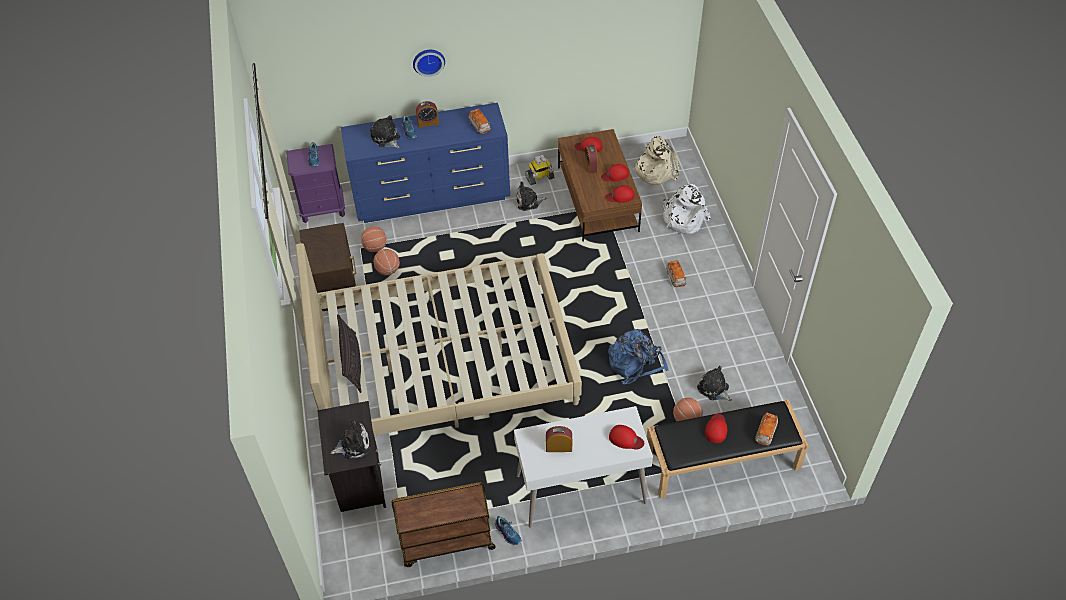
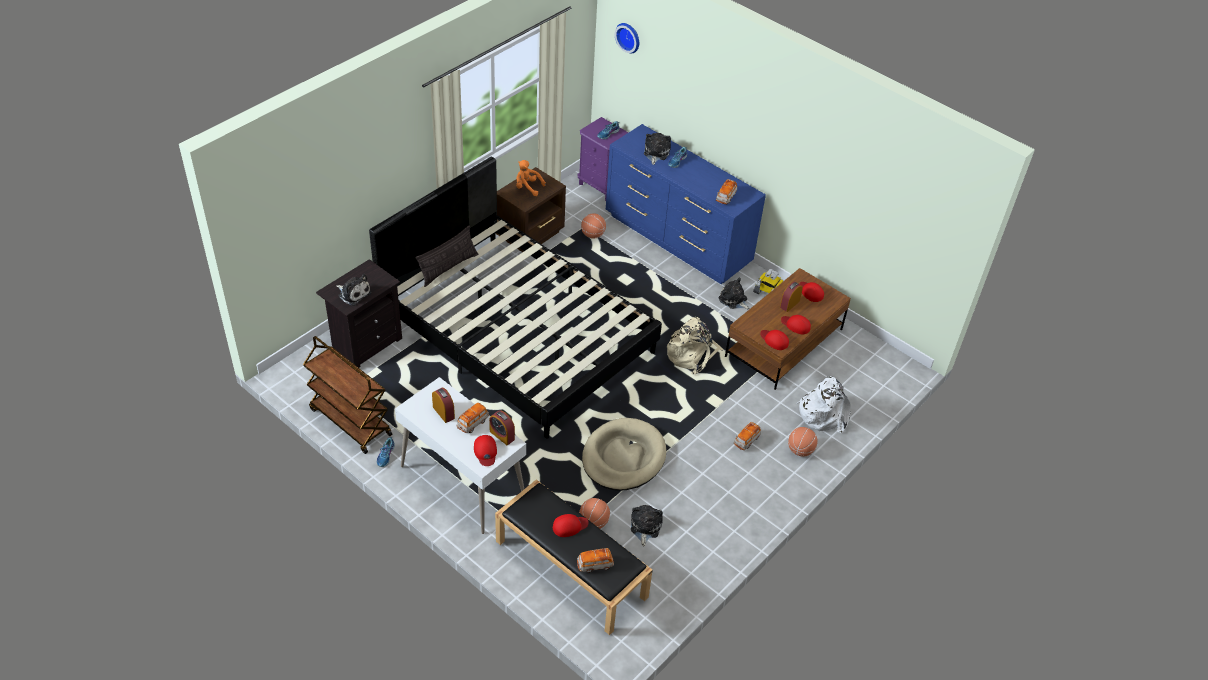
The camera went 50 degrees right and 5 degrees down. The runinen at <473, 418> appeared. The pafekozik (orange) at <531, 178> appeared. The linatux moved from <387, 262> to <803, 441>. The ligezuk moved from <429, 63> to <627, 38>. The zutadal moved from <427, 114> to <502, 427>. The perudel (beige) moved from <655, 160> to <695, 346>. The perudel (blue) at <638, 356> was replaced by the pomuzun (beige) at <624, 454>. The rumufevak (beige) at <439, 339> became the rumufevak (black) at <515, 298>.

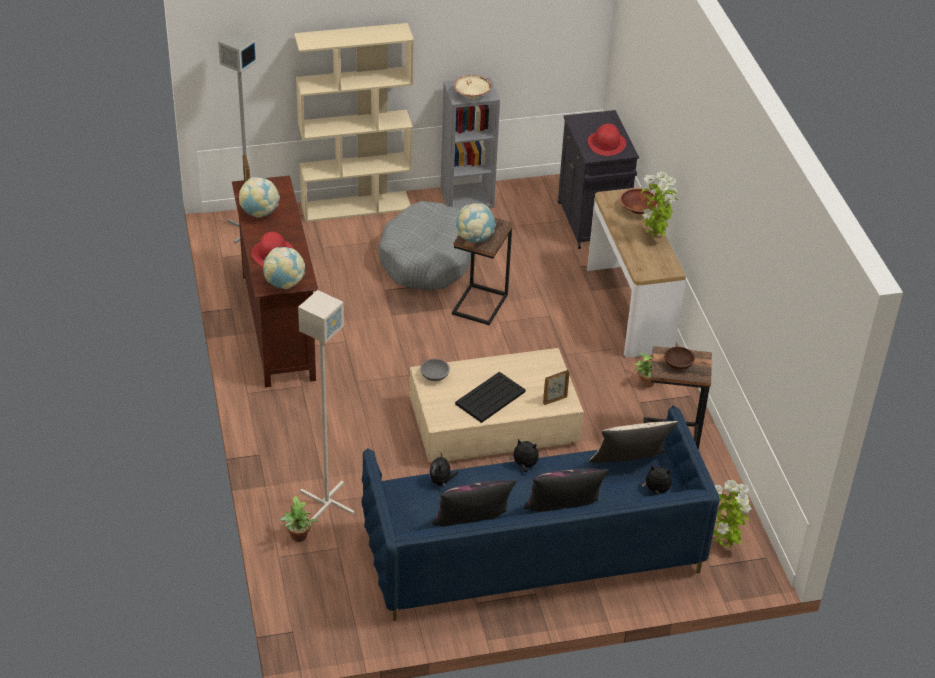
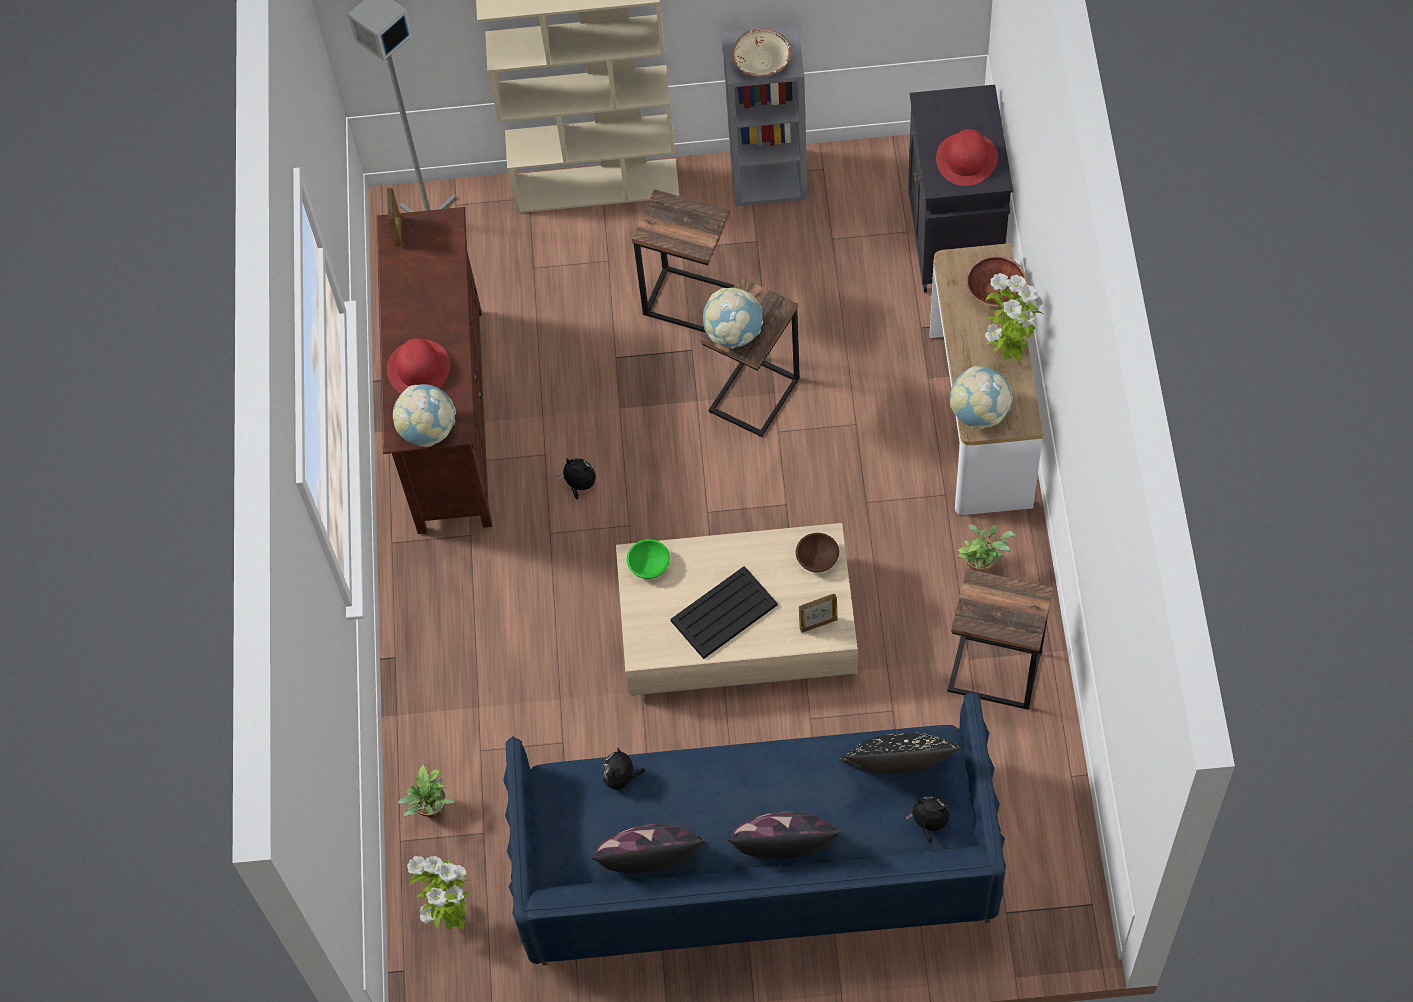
The camera went 15 degrees right and 20 degrees up. The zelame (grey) at <326, 406> disappeared. The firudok moved from <259, 197> to <981, 397>. The pafekozik moved from <524, 455> to <577, 478>. The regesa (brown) moved from <679, 358> to <817, 553>. The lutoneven moved from <732, 513> to <438, 892>. The pomuzun (grey) at <424, 245> was replaced by the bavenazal at <683, 260>. The regesa (grey) at <435, 370> became the regesa (green) at <648, 559>. The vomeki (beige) at <633, 442> became the vomeki (black) at <900, 753>.

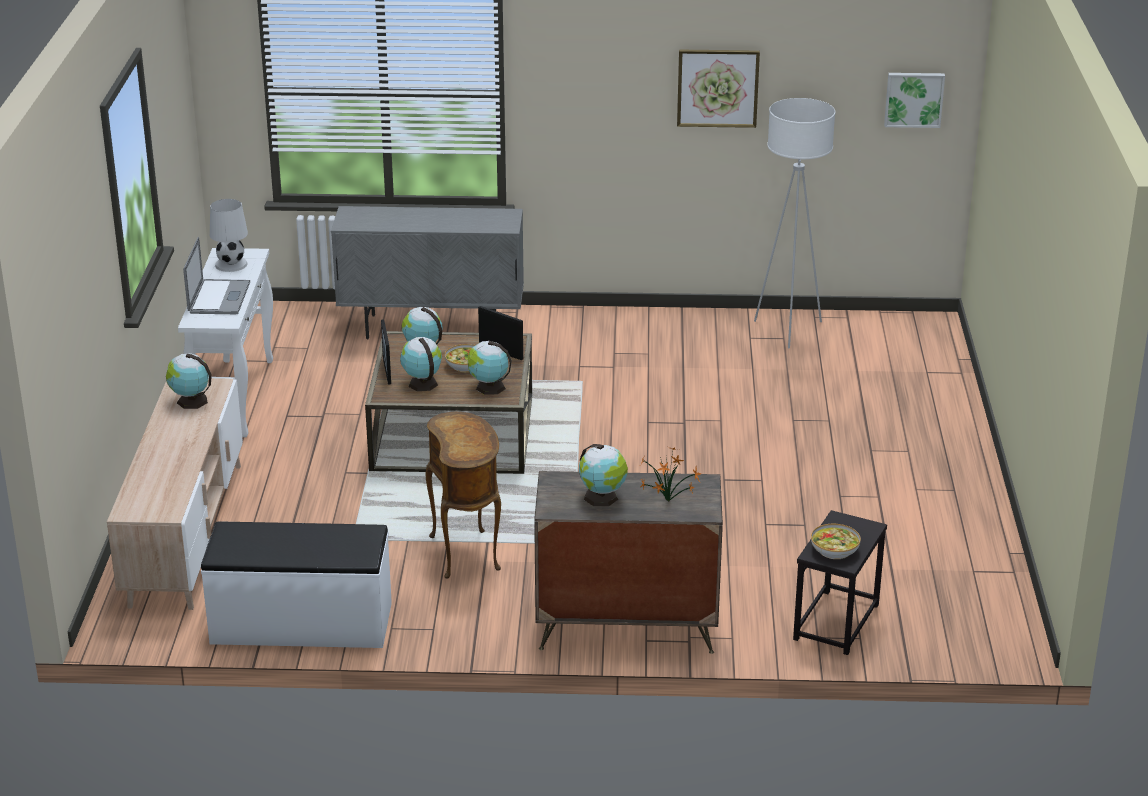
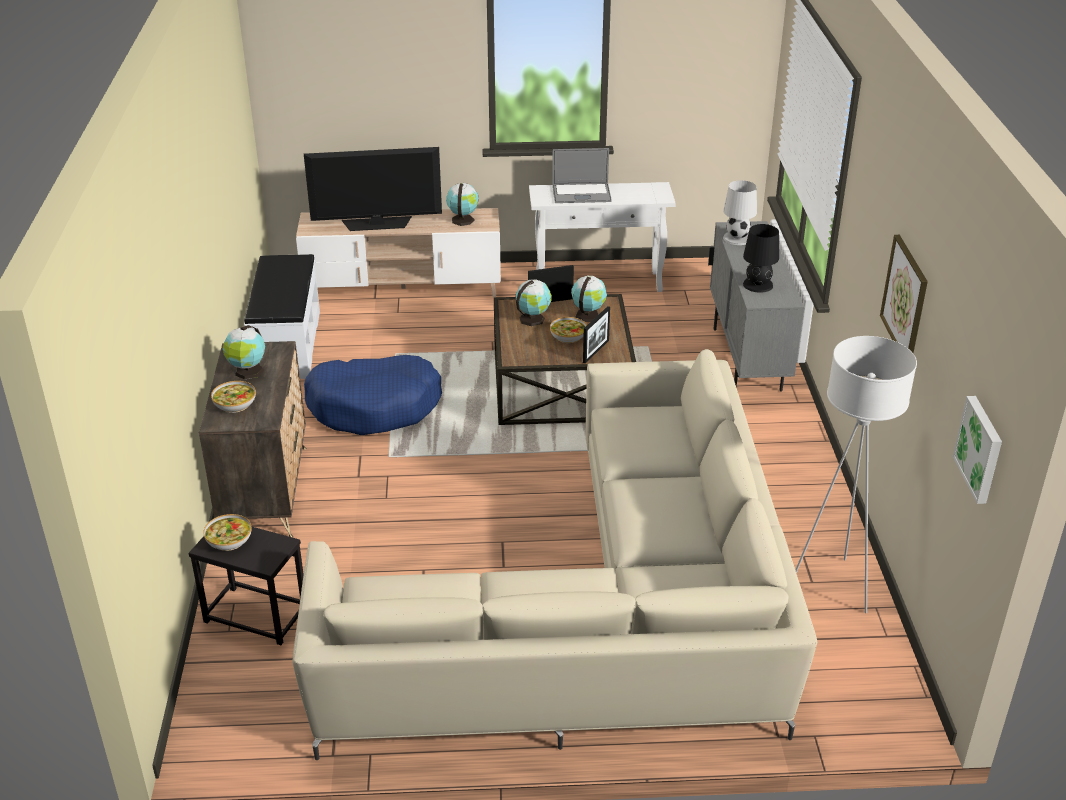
The camera went 85 degrees right and 5 degrees up. The firudok at <490, 368> disappeared. The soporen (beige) at <554, 554> appeared. The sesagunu at <373, 189> appeared. The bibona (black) at <761, 258> appeared. The bibona (white) moved from <229, 235> to <740, 212>. The bavenazal (brown) at <463, 495> was replaced by the pomuzun (blue) at <373, 395>. The lutoneven at <671, 474> was replaced by the regesa at <233, 397>.

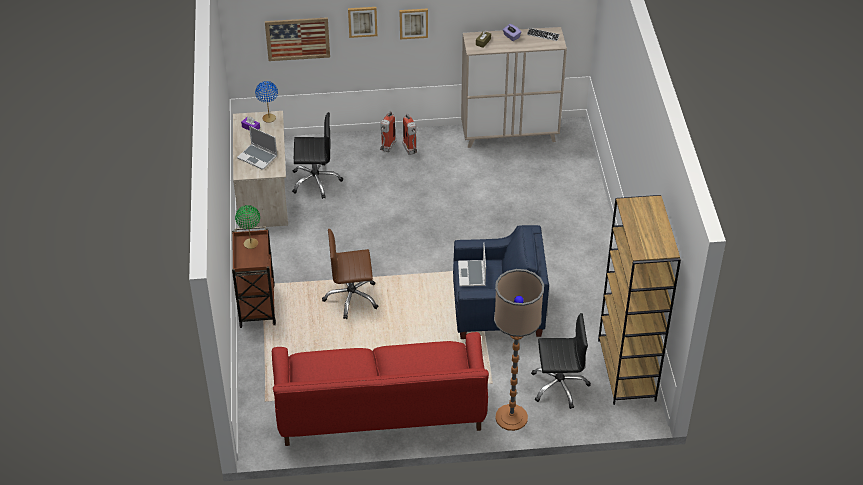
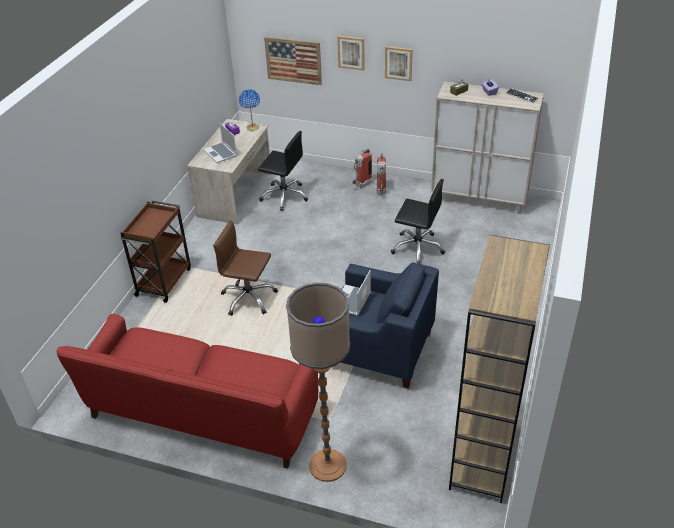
The camera went 25 degrees right and 5 degrees down. The bibona (green) at <247, 227> disappeared. The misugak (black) moved from <561, 361> to <418, 221>.

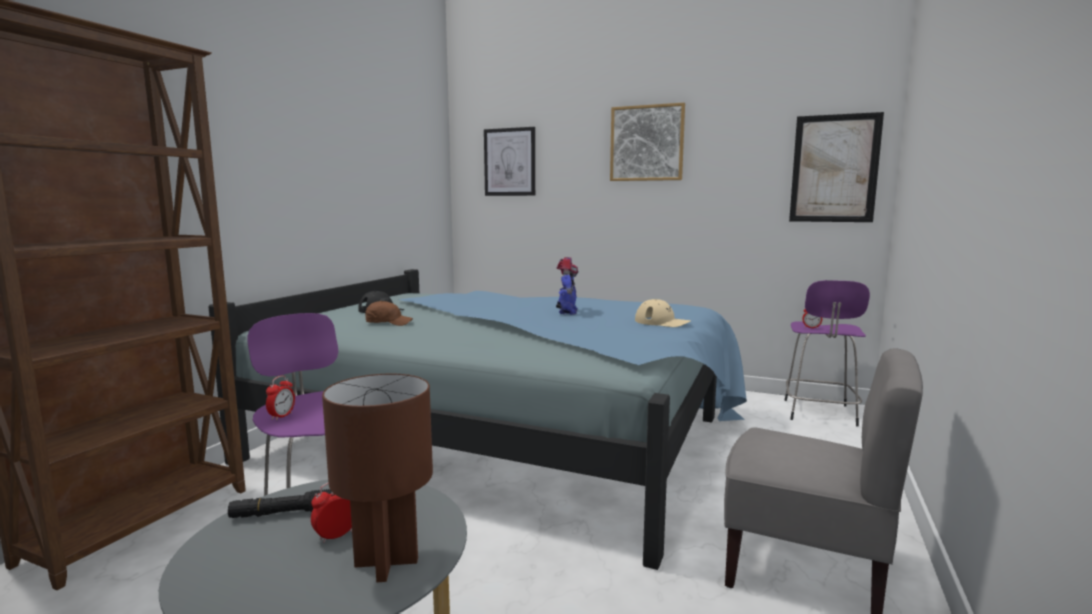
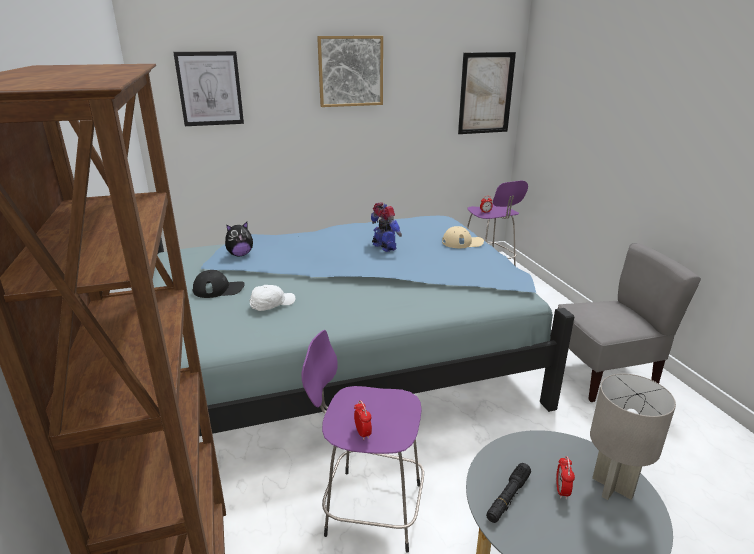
The camera went 40 degrees left and 15 degrees up. The pafekozik at <239, 239> appeared. The bibona (brown) at <377, 478> became the bibona (grey) at <633, 437>. The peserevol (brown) at <389, 313> became the peserevol (white) at <272, 298>.

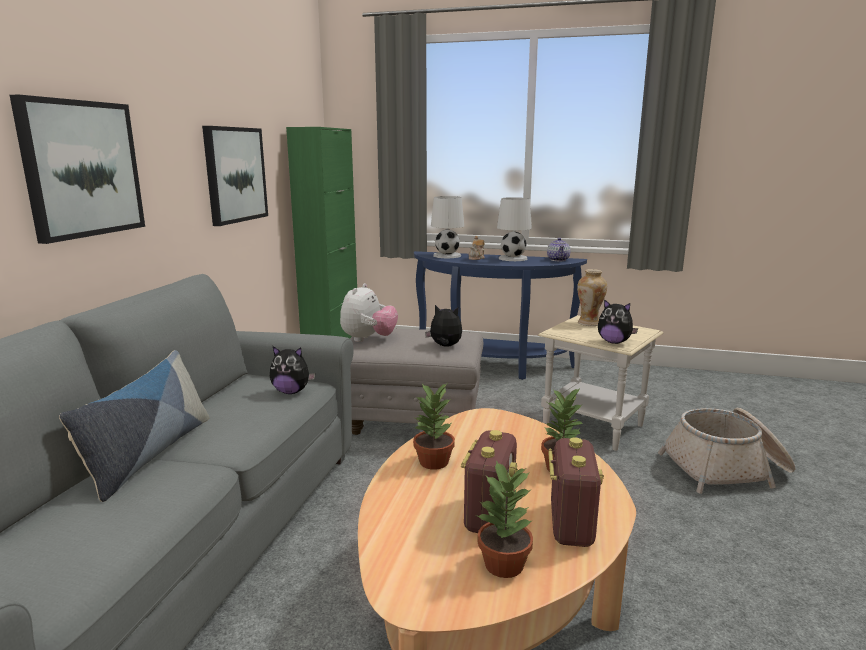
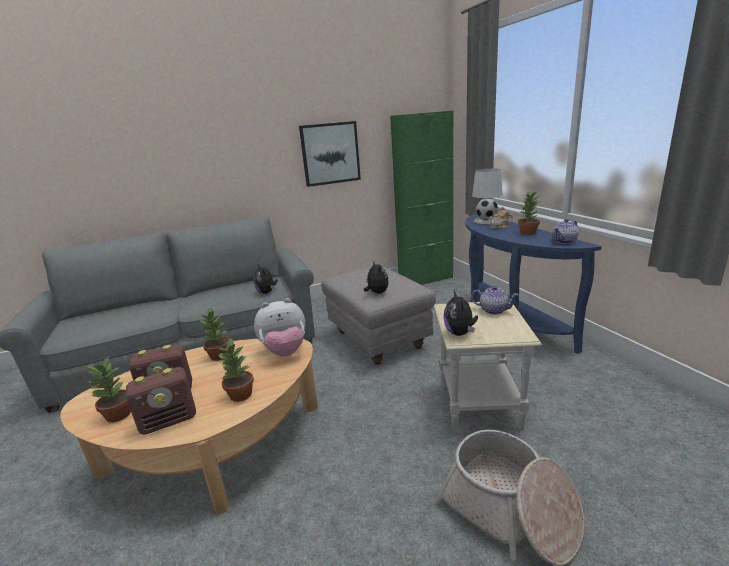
The camera went 55 degrees right and 5 degrees up. The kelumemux at <77, 169> disappeared. The vomeki at <134, 426> disappeared. The pafekozik moved from <369, 312> to <279, 327>. The bibona (white) at <514, 229> was replaced by the lutoneven at <529, 213>. The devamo at <592, 297> was replaced by the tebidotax at <495, 300>.

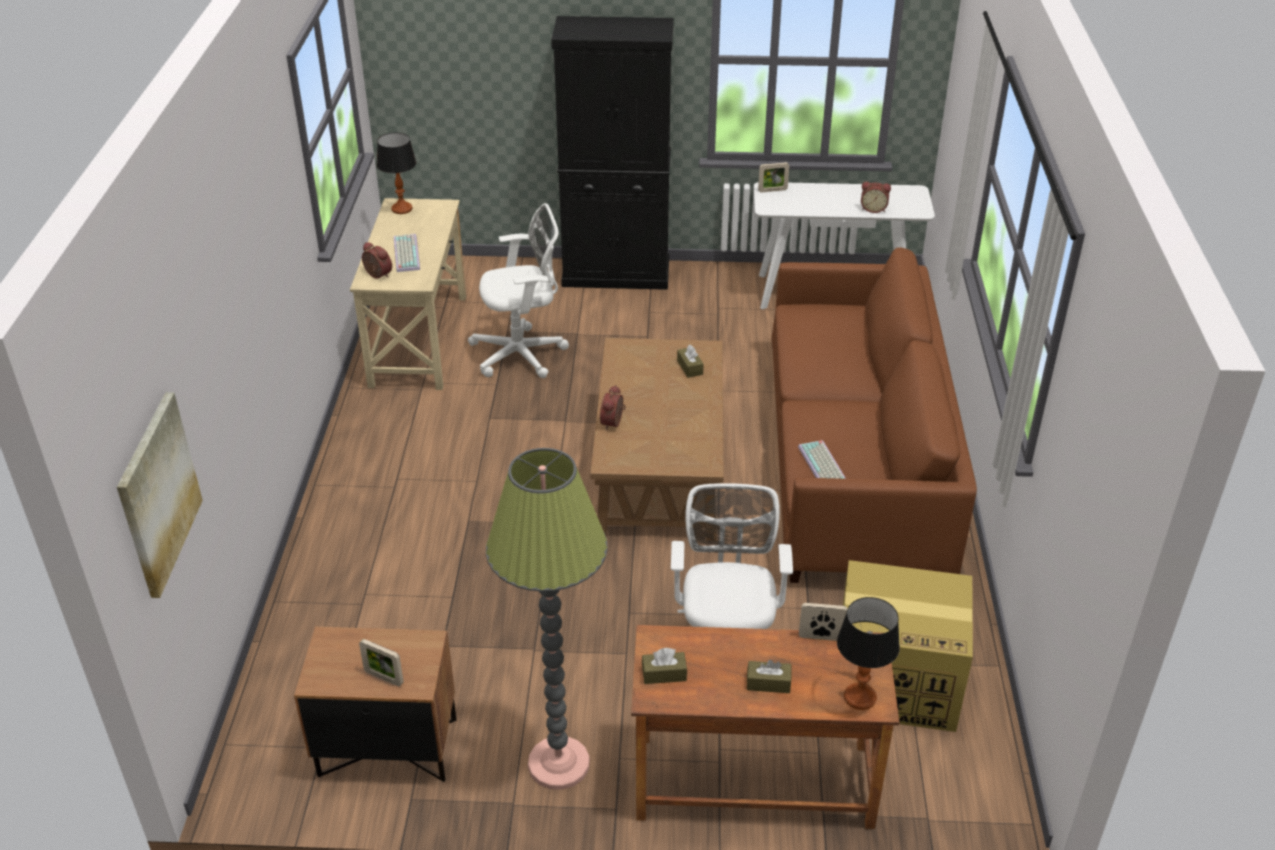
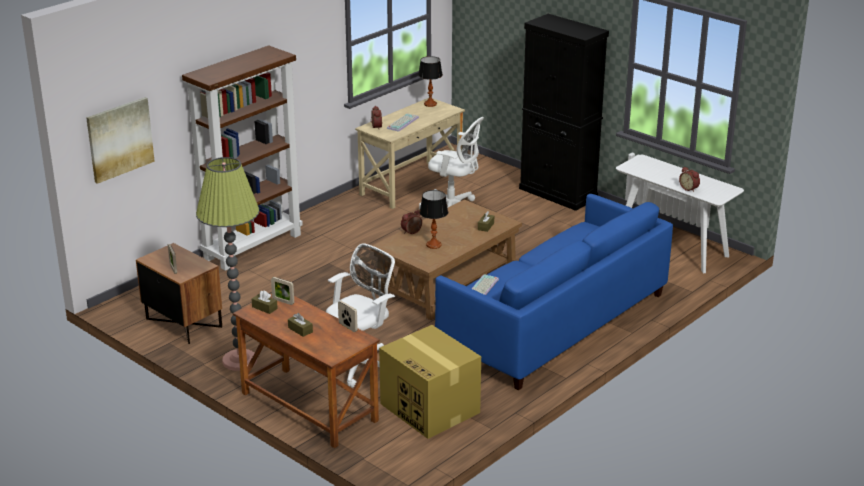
The camera went 40 degrees right and 10 degrees down. The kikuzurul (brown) at <242, 158> appeared. The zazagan moved from <773, 177> to <282, 291>. The bibona moved from <868, 653> to <433, 219>. The soporen (brown) at <874, 415> became the soporen (blue) at <554, 292>.

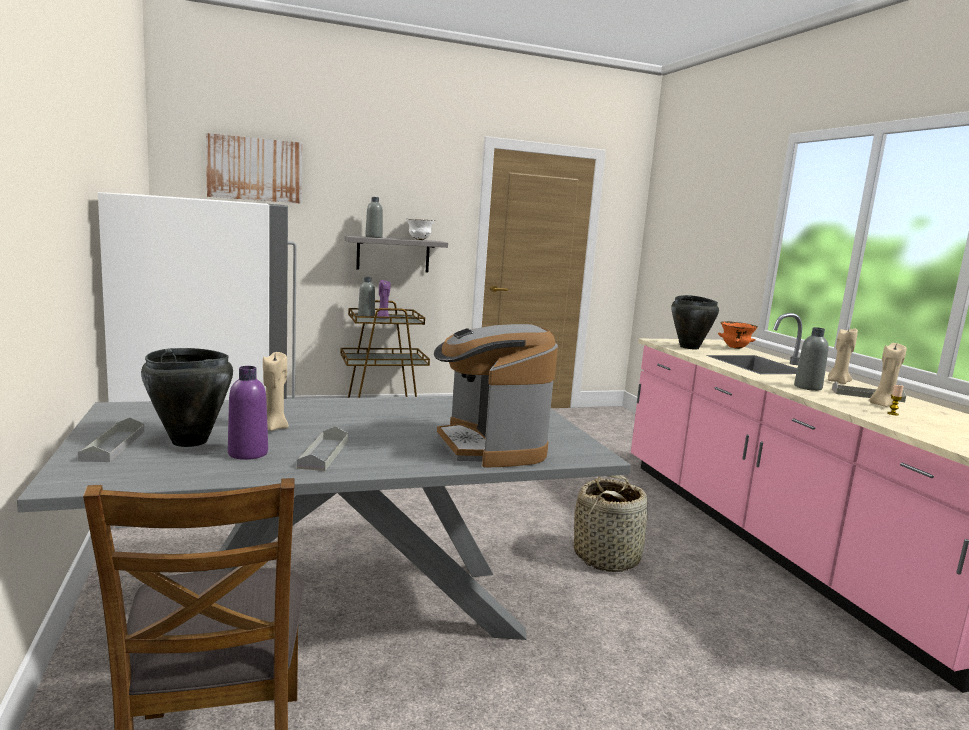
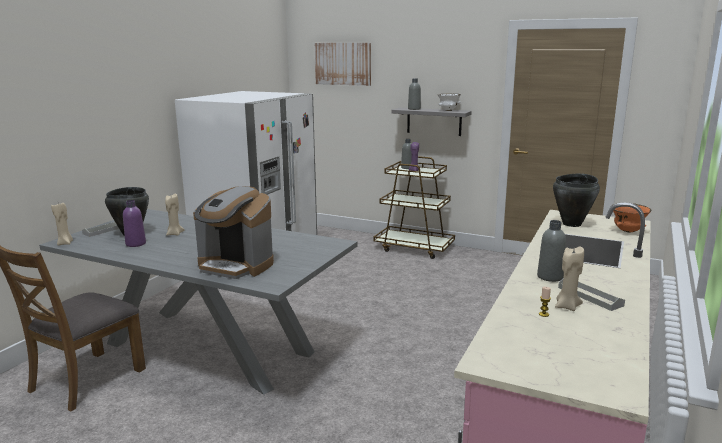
The camera went 45 degrees right and 5 degrees up. The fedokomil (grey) at <322, 448> disappeared. The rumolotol at <611, 523> disappeared. The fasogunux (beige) moved from <843, 356> to <62, 224>. The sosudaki at <496, 396> turned 90 degrees counterclockwise.

